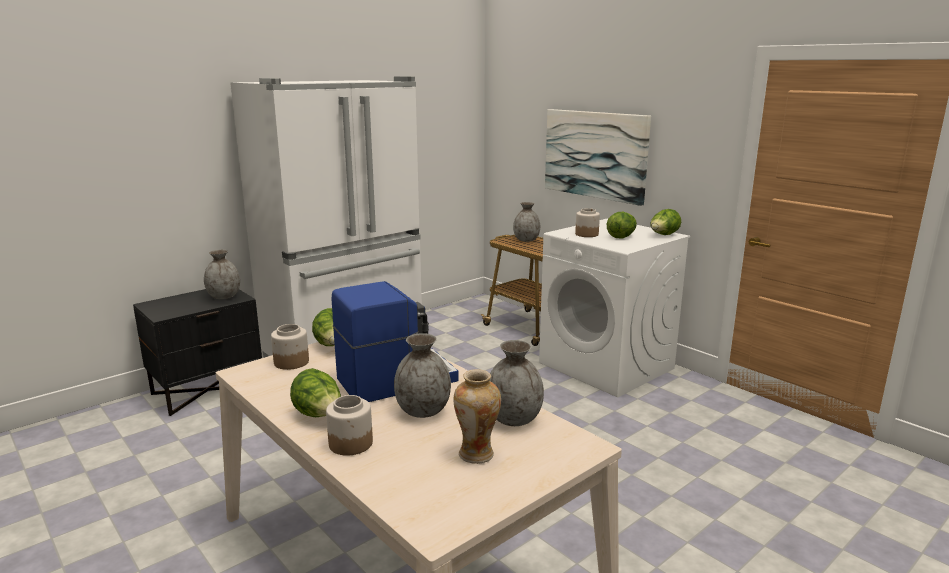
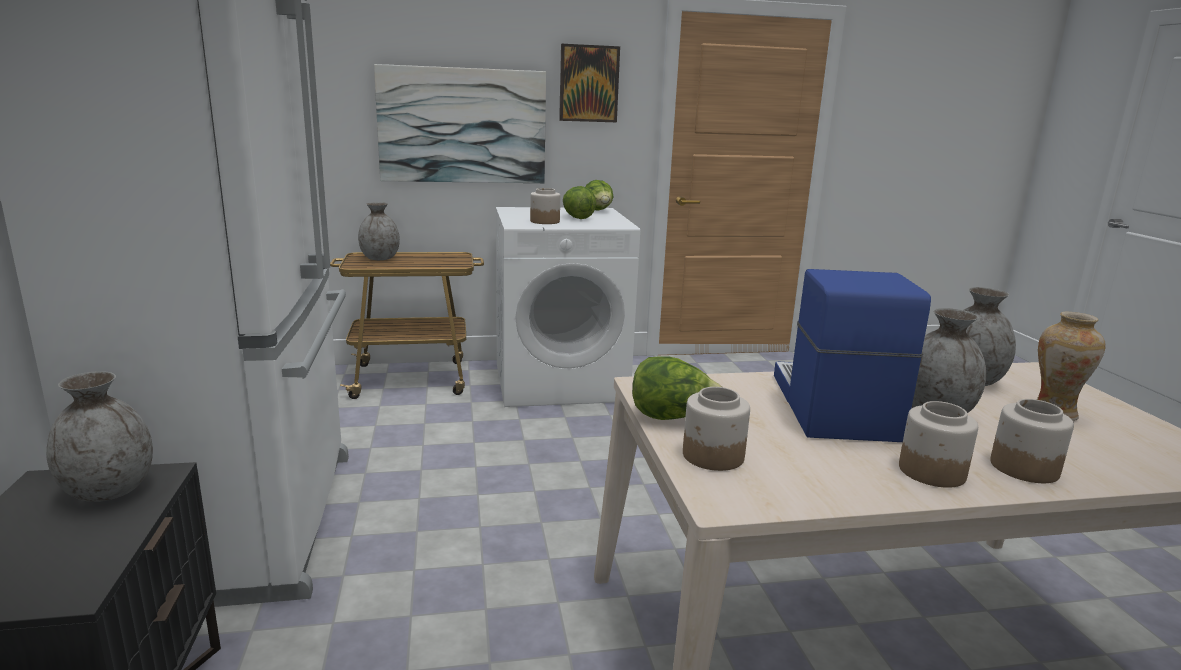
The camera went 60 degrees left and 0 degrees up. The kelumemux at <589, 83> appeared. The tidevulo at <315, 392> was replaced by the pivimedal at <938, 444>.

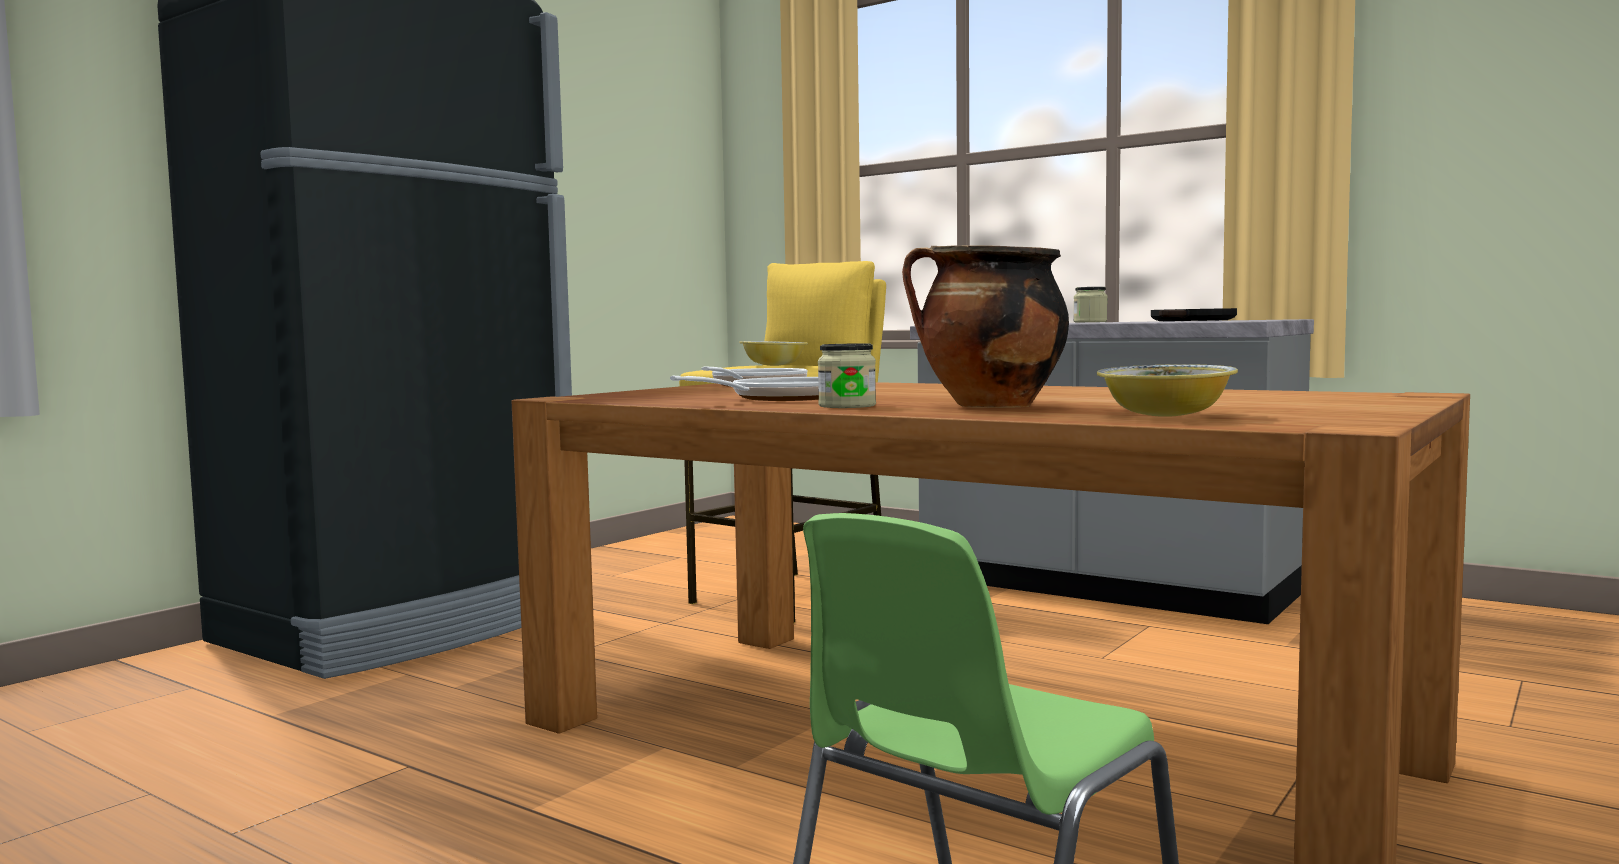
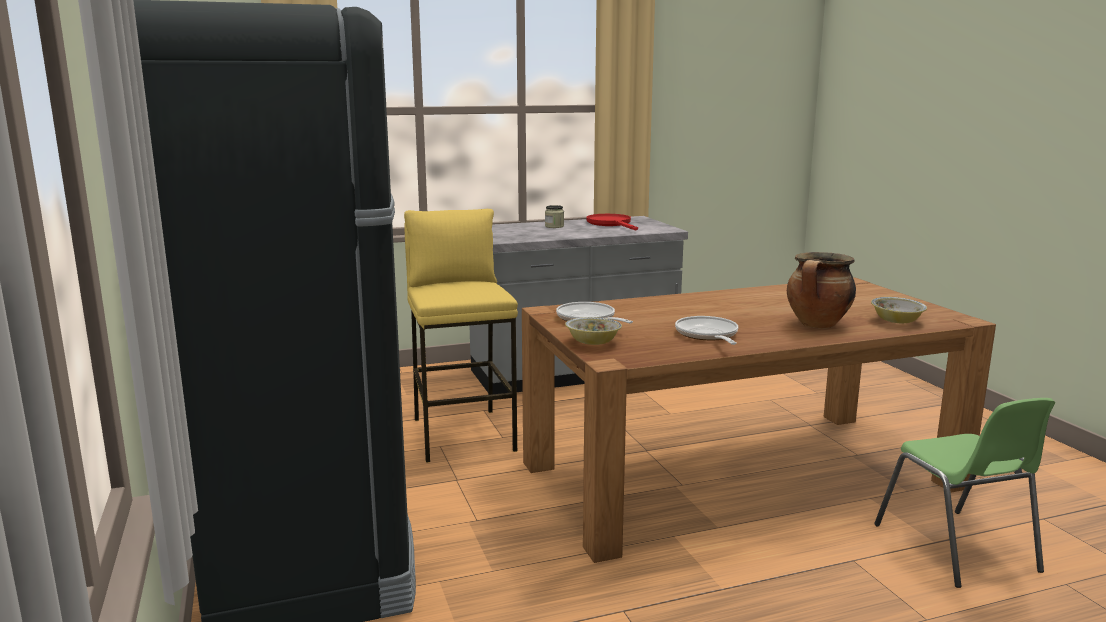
The camera went 55 degrees left and 10 degrees up. The pivimedal at <847, 375> disappeared. The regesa moved from <773, 353> to <593, 331>. The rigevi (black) at <1194, 314> became the rigevi (red) at <612, 222>.

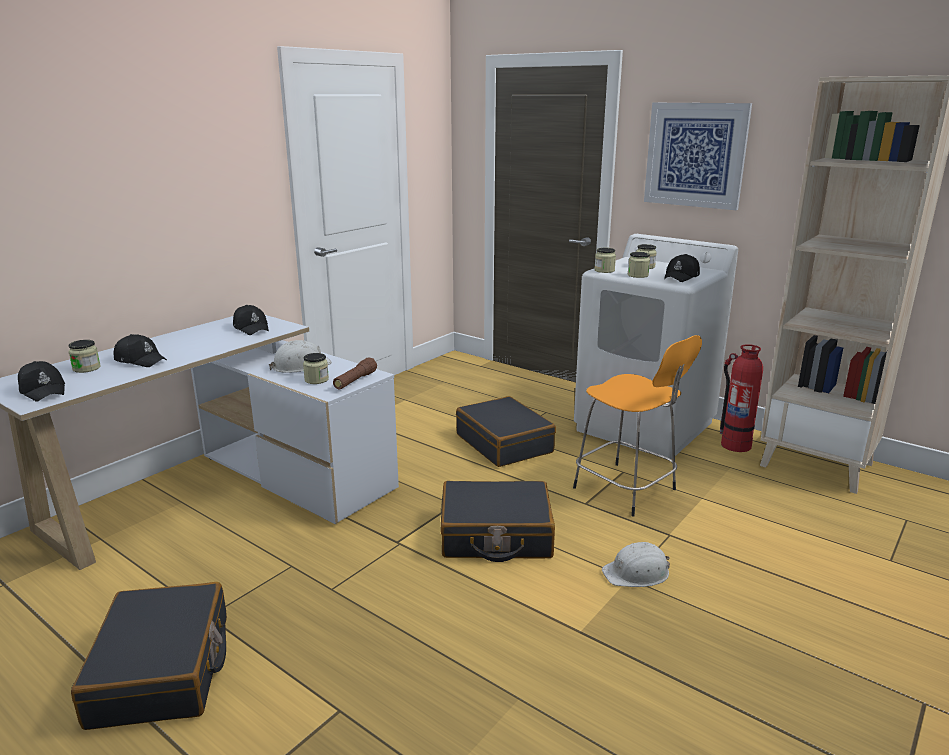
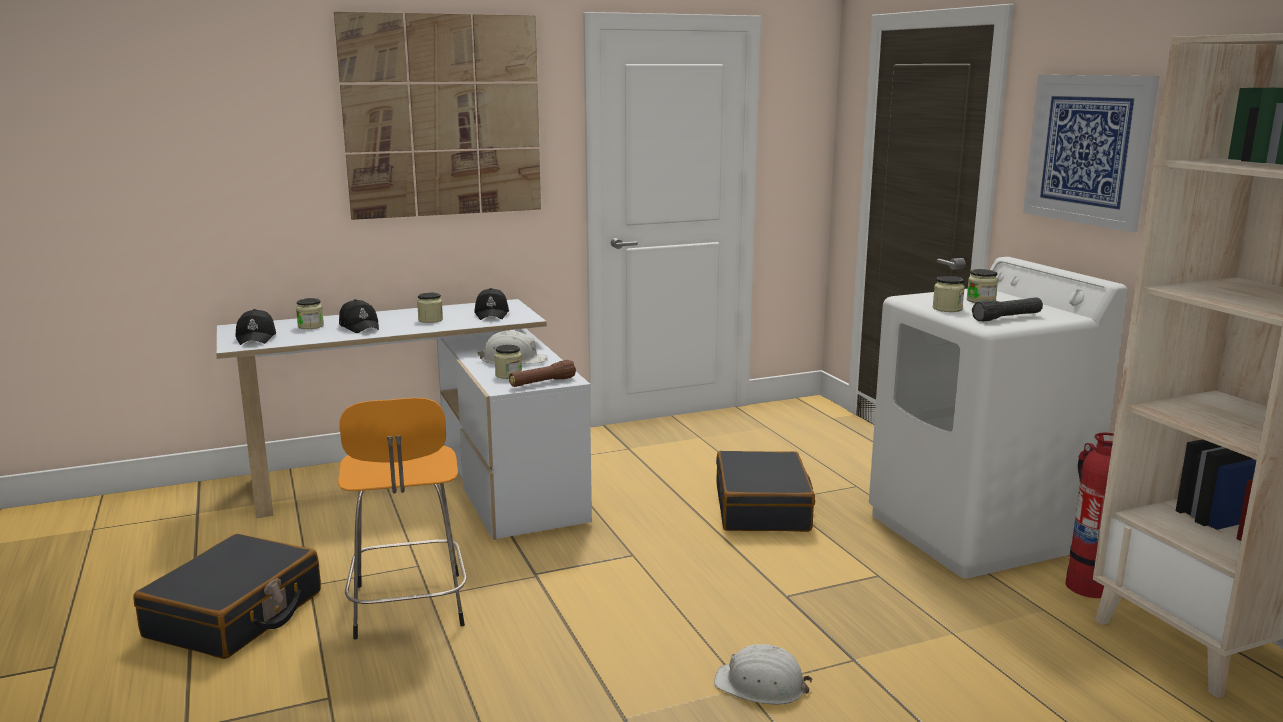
The camera went 30 degrees right and 5 degrees down. The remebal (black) at <498, 521> disappeared. The kelumemux at <437, 116> appeared. The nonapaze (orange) moved from <637, 426> to <402, 519>. The pivimedal moved from <605, 260> to <430, 307>. The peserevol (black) at <682, 268> was replaced by the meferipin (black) at <1007, 309>.

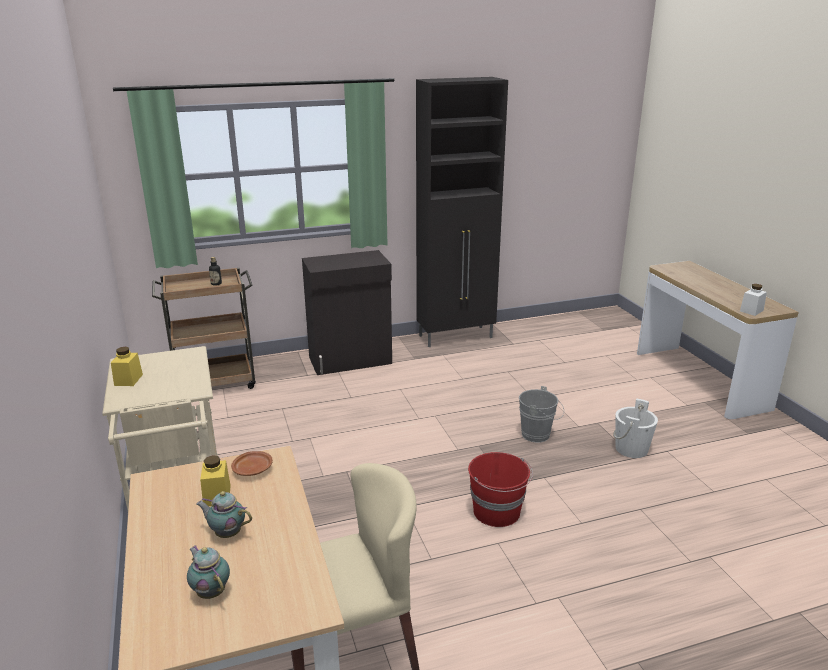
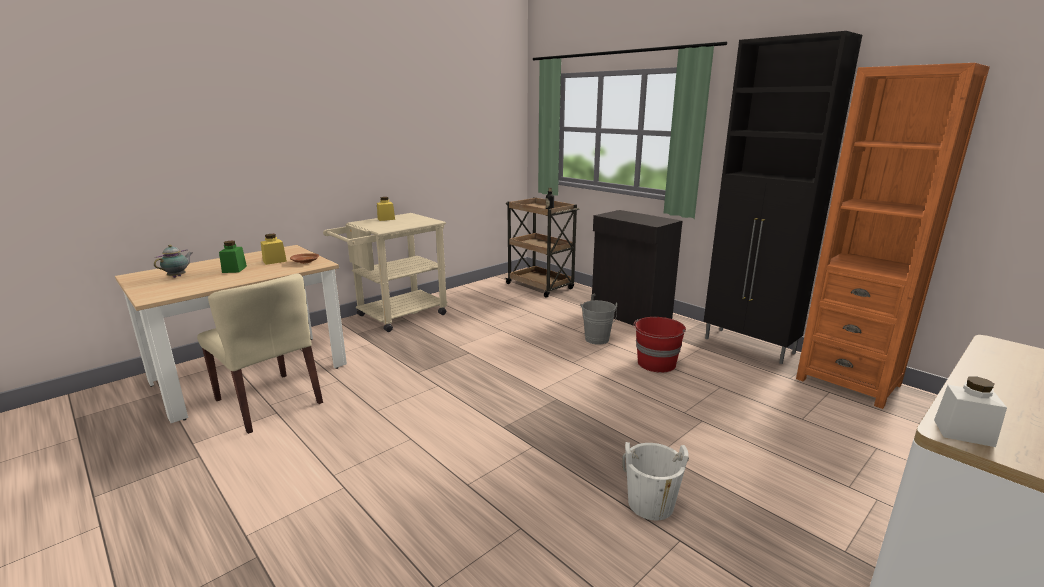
The camera went 65 degrees right and 5 degrees down. The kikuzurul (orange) at <893, 236> appeared. The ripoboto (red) moved from <500, 489> to <660, 345>. The ripoboto (grey) moved from <541, 414> to <599, 322>. The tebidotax at <224, 514> was replaced by the pivimedal (green) at <233, 257>.

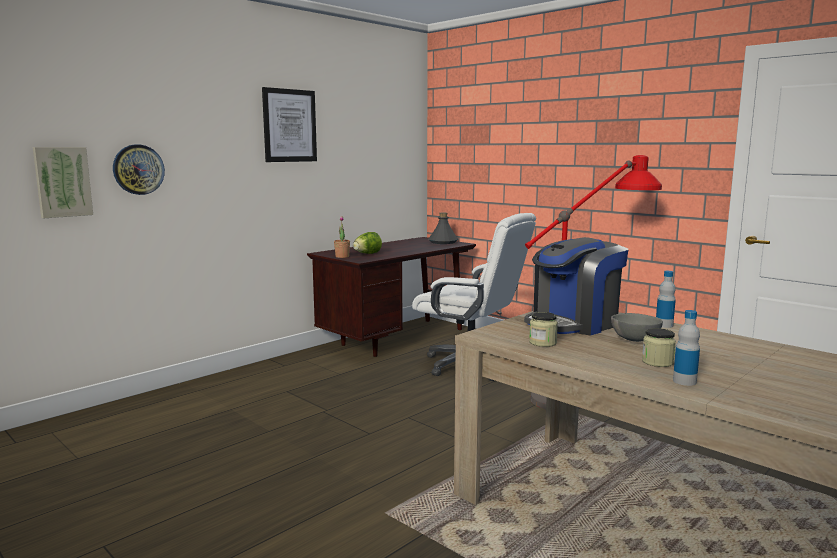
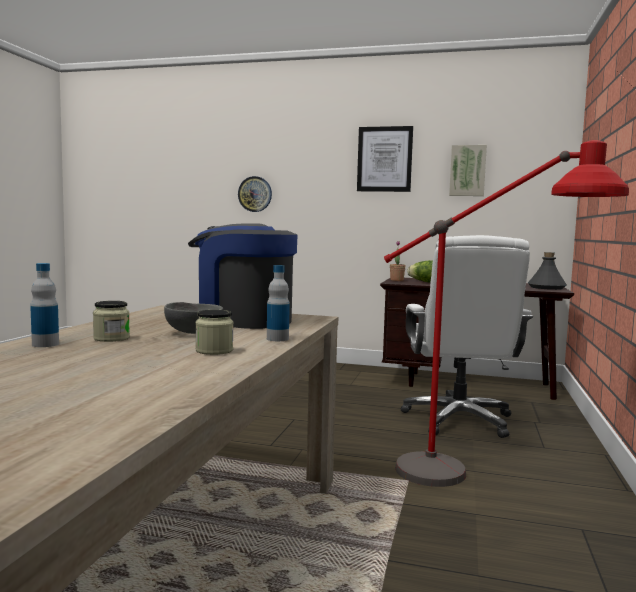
The camera went 60 degrees right and 5 degrees down. The kelumemux moved from <63, 183> to <468, 170>. The pivimedal moved from <543, 329> to <214, 332>.

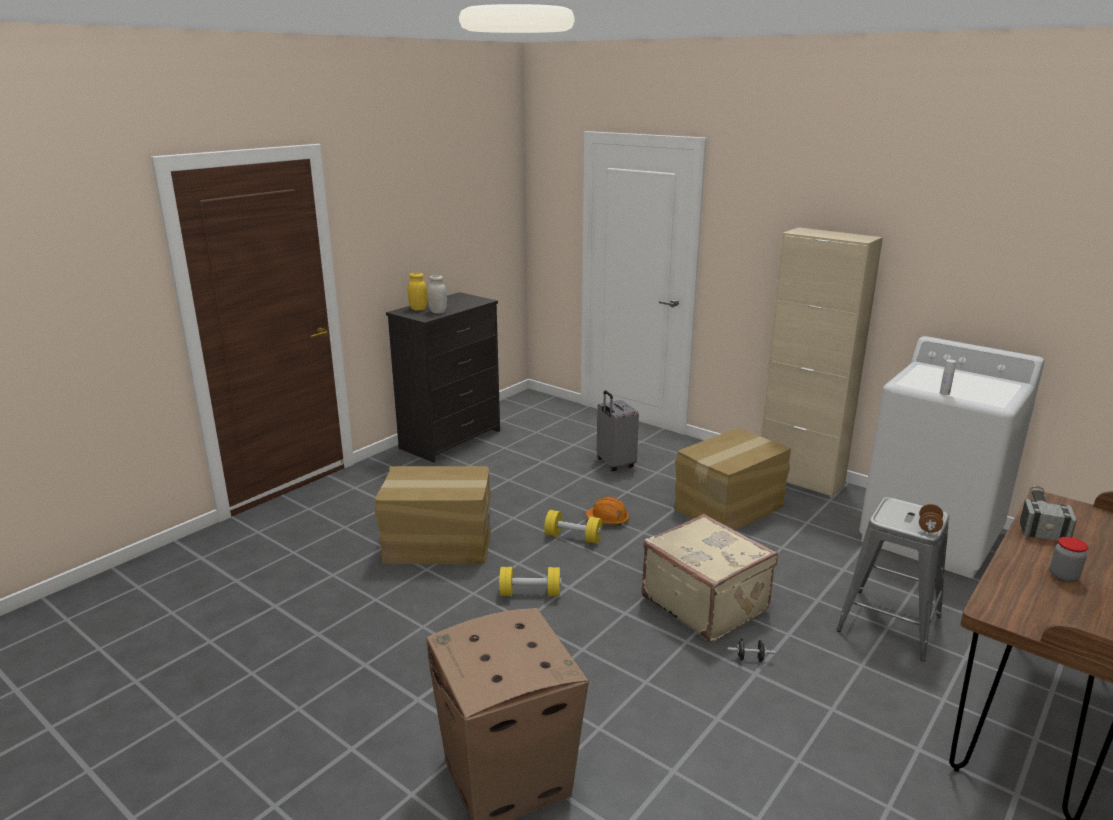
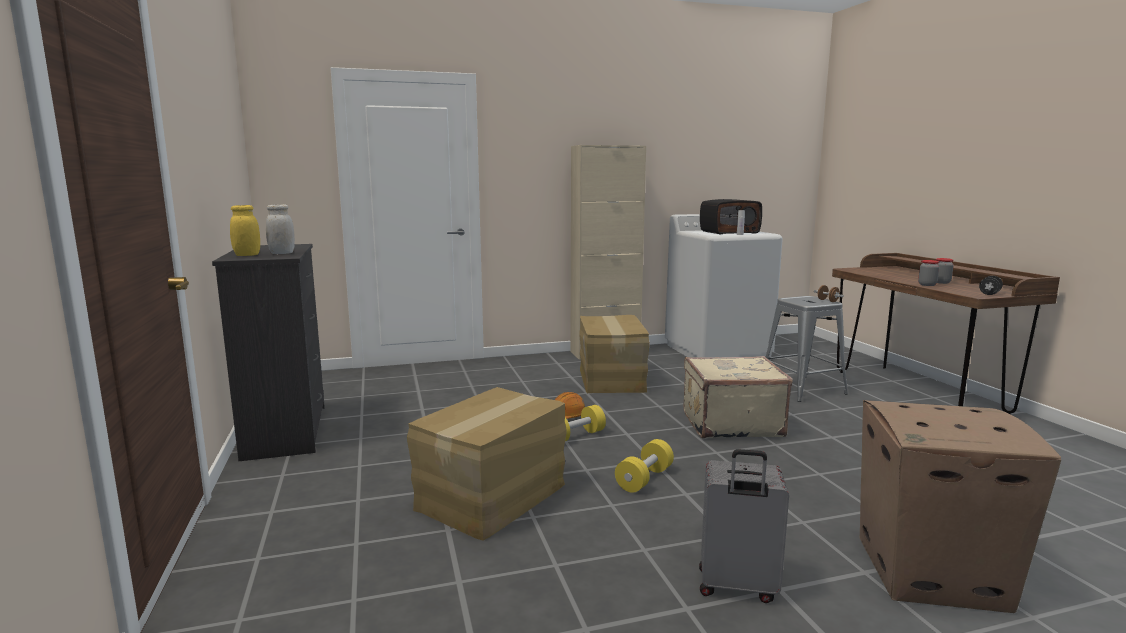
The camera went 55 degrees left and 10 degrees down. The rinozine at <1048, 513> disappeared. The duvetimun at <731, 216> appeared. The pivimedal at <928, 273> appeared. The remebal (grey) moved from <618, 431> to <744, 526>. The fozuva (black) moved from <751, 650> to <991, 285>.

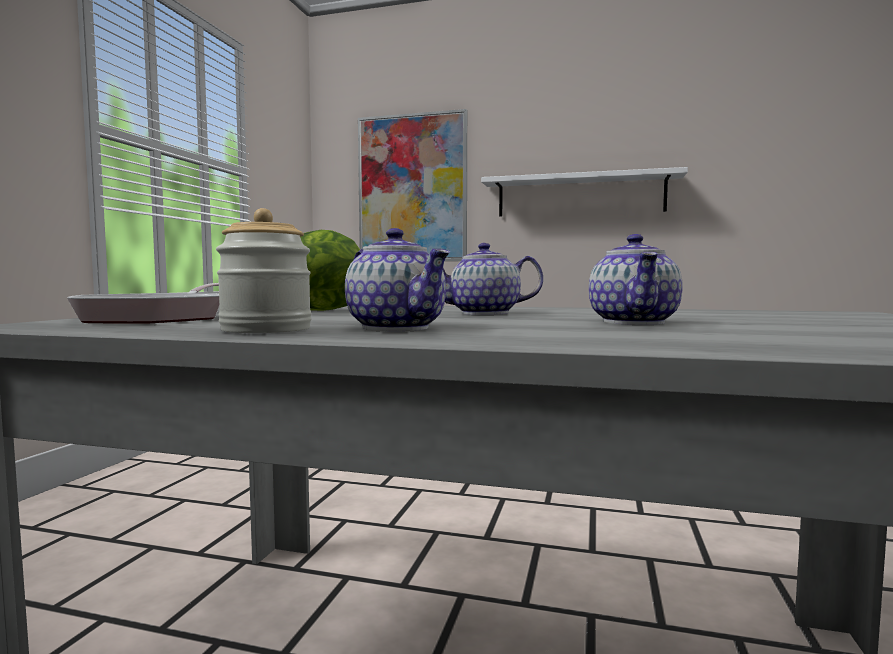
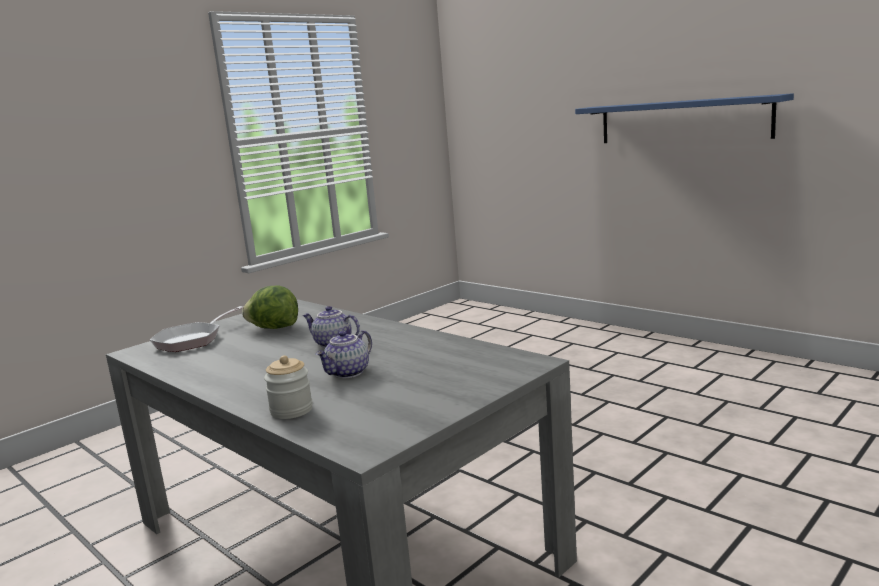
The camera went 30 degrees right and 10 degrees up. The tebidotax at <397, 279> disappeared. The kelumemux at <412, 185> disappeared. The pivimedal moved from <264, 270> to <288, 387>. The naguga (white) at <584, 191> became the naguga (blue) at <684, 118>.

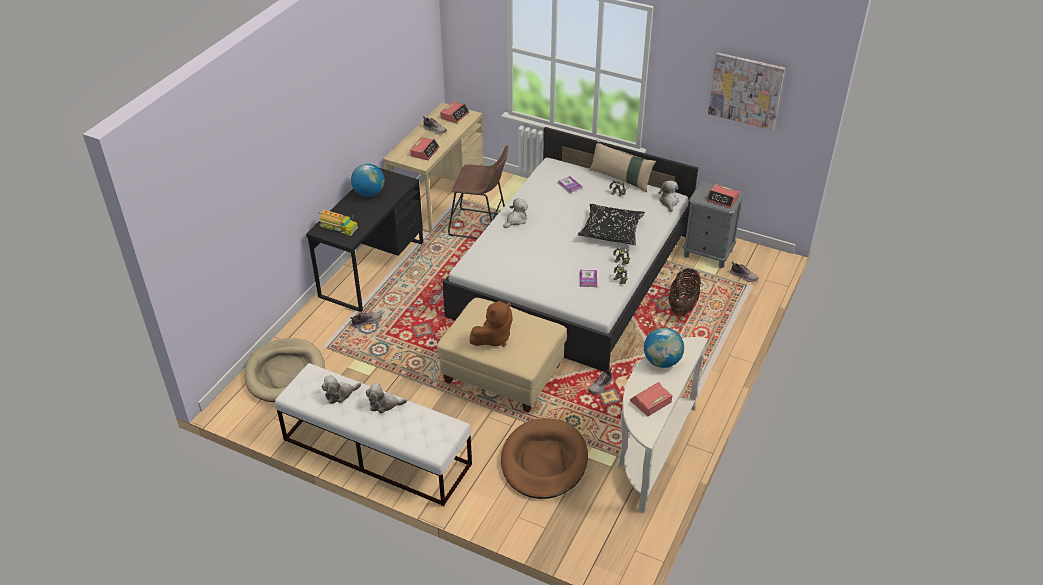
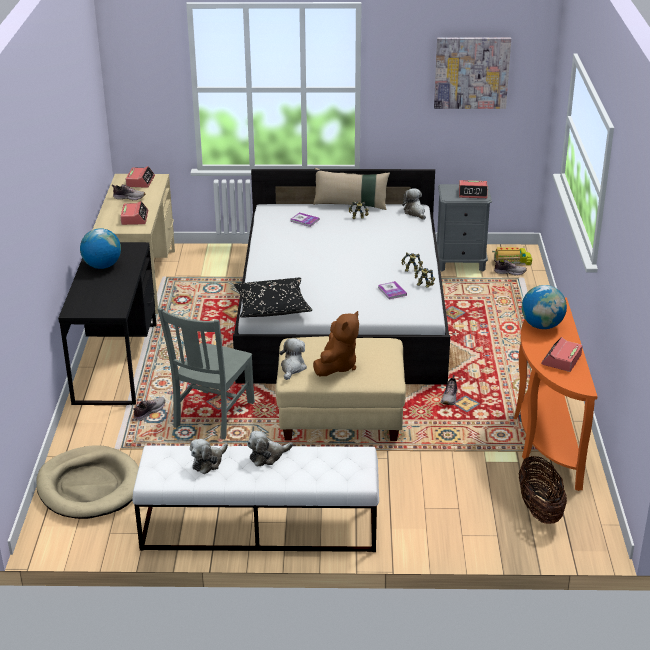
The camera went 25 degrees left and 10 degrees down. The nonapaze (brown) at <478, 192> disappeared. The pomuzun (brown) at <544, 458> disappeared. The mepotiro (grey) at <206, 373> appeared. The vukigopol moved from <338, 223> to <512, 256>. The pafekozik moved from <515, 213> to <293, 359>. The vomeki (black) moved from <611, 224> to <273, 298>. The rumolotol moved from <685, 292> to <543, 489>. The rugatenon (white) at <662, 425> became the rugatenon (orange) at <556, 394>.

